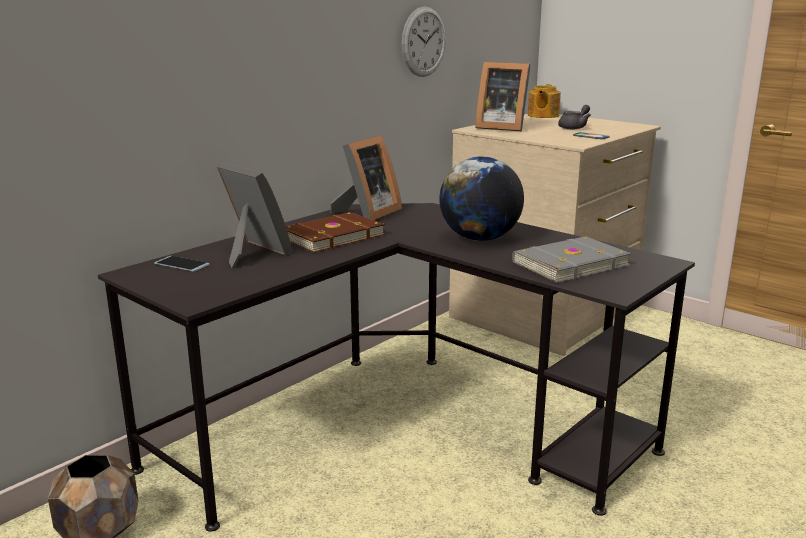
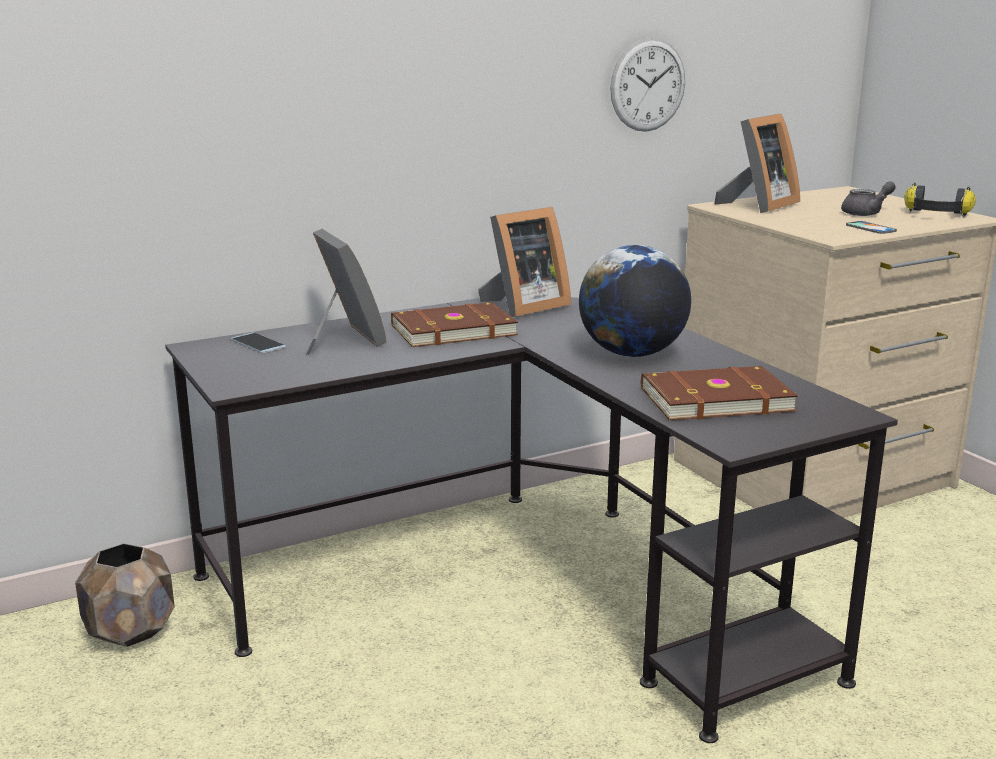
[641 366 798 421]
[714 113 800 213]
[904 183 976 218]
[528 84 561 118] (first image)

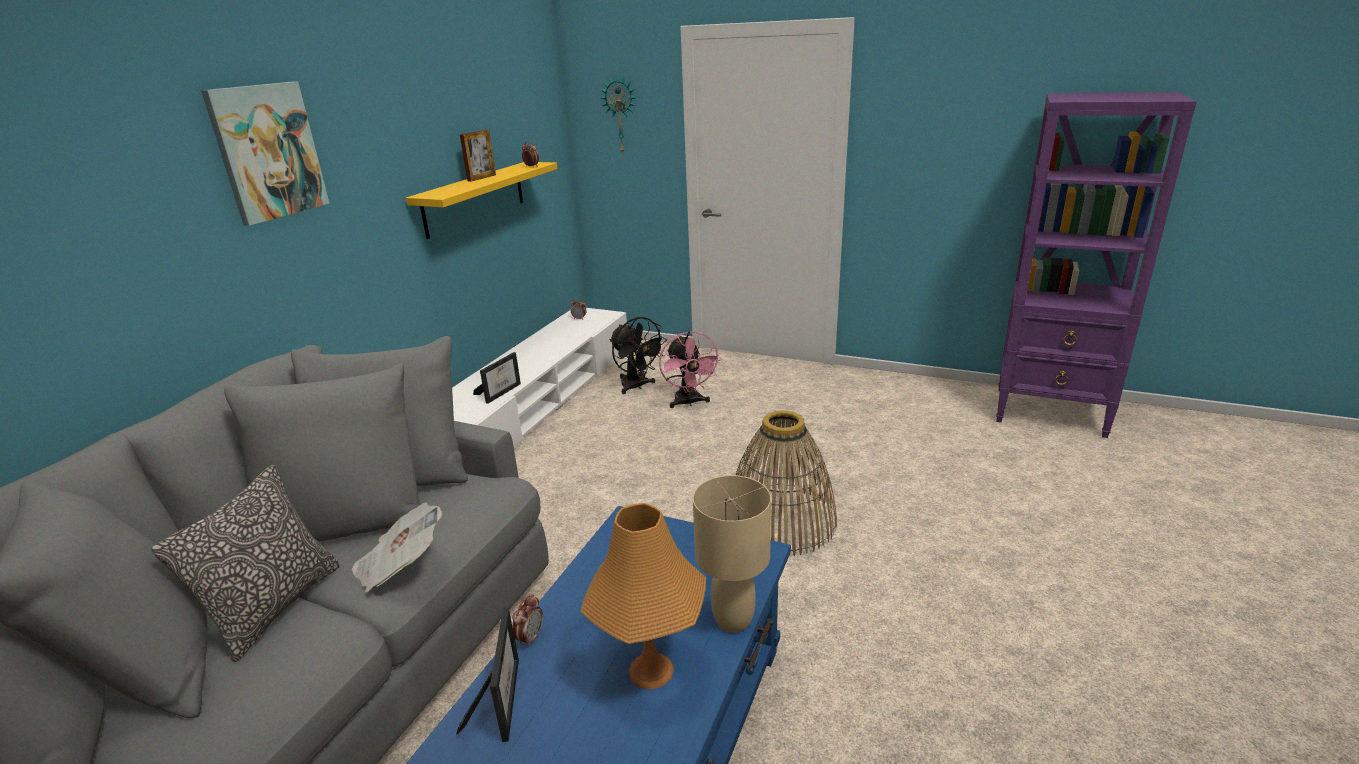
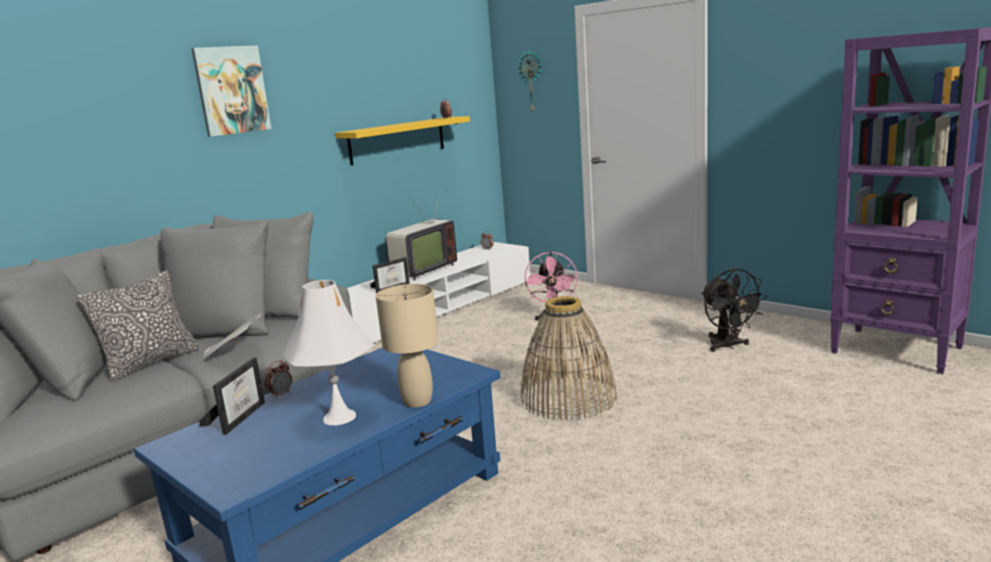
[283 280 375 425]
[385 188 457 281]
[701 269 767 352]
[460 130 496 182] (first image)

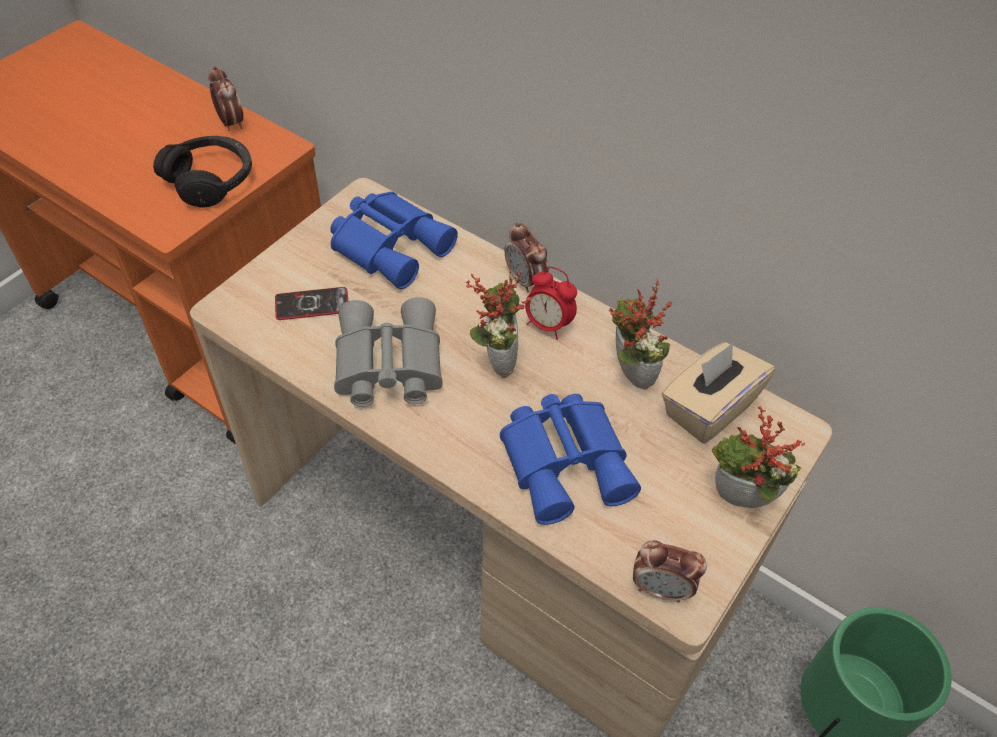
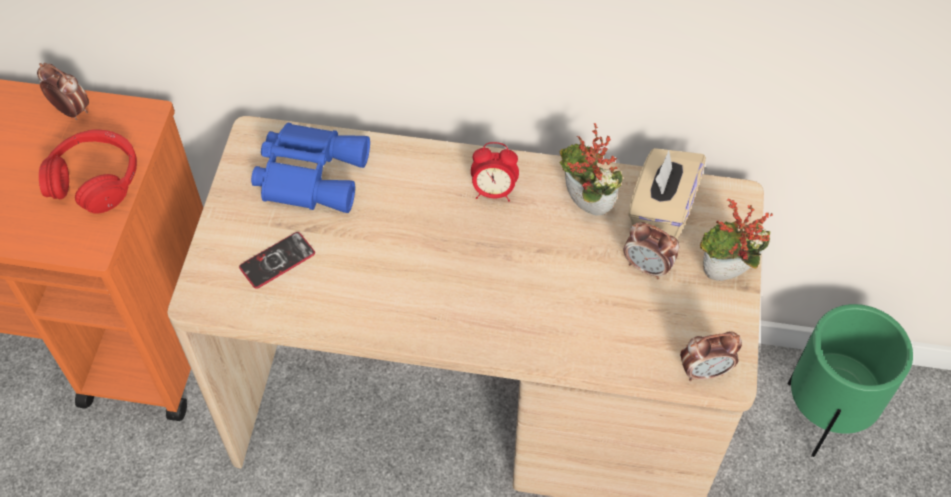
[39 130 137 214]
[624 222 679 279]
[334 297 443 407] (first image)
[466 270 532 378] (first image)
[500 394 641 525] (first image)

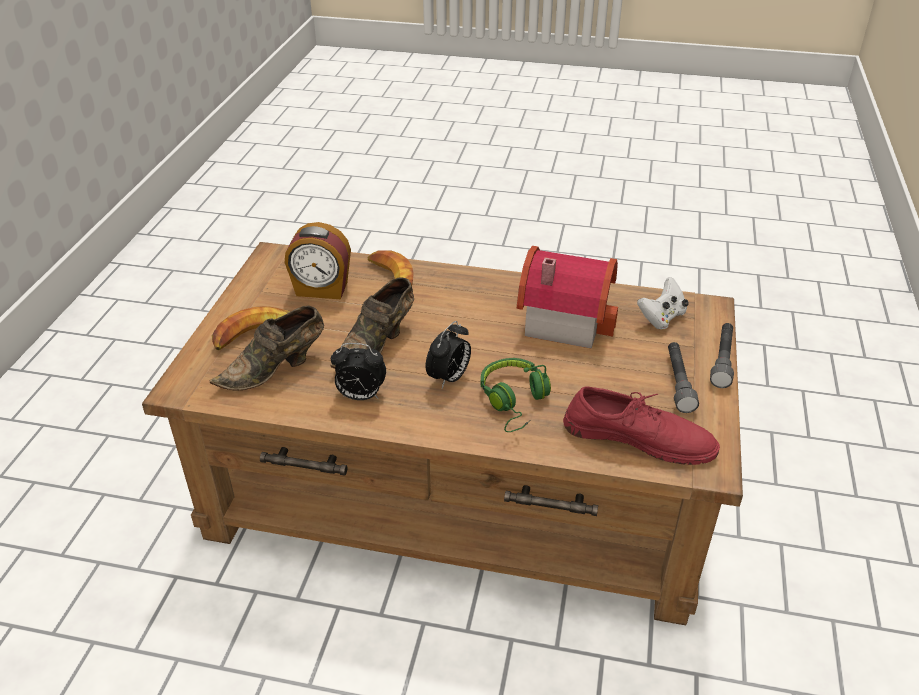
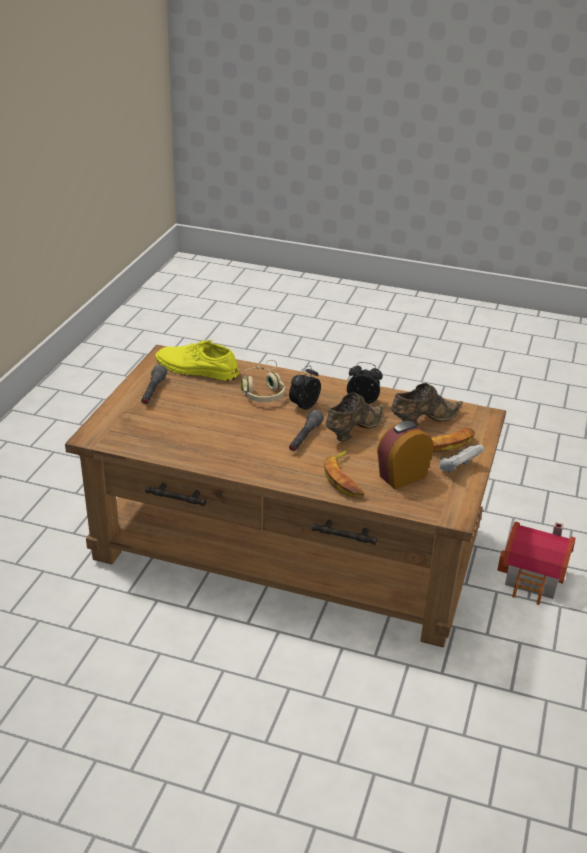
[156 340 239 381]
[241 360 285 402]
[289 410 324 451]
[377 421 433 489]
[439 445 484 473]
[497 521 575 605]

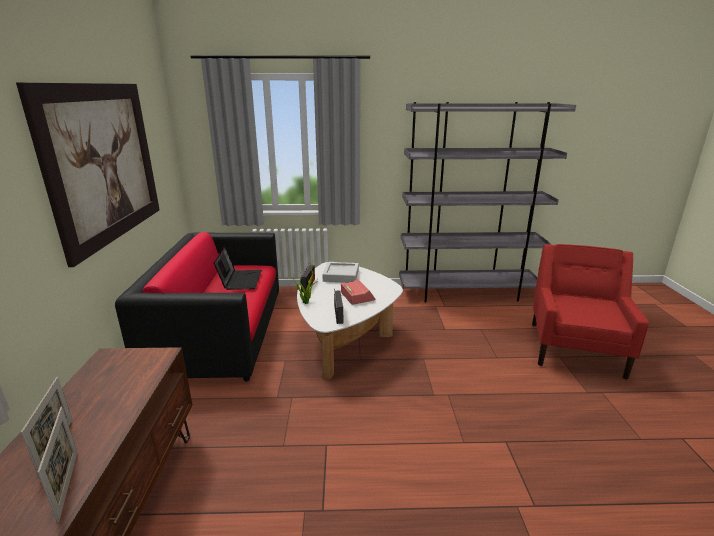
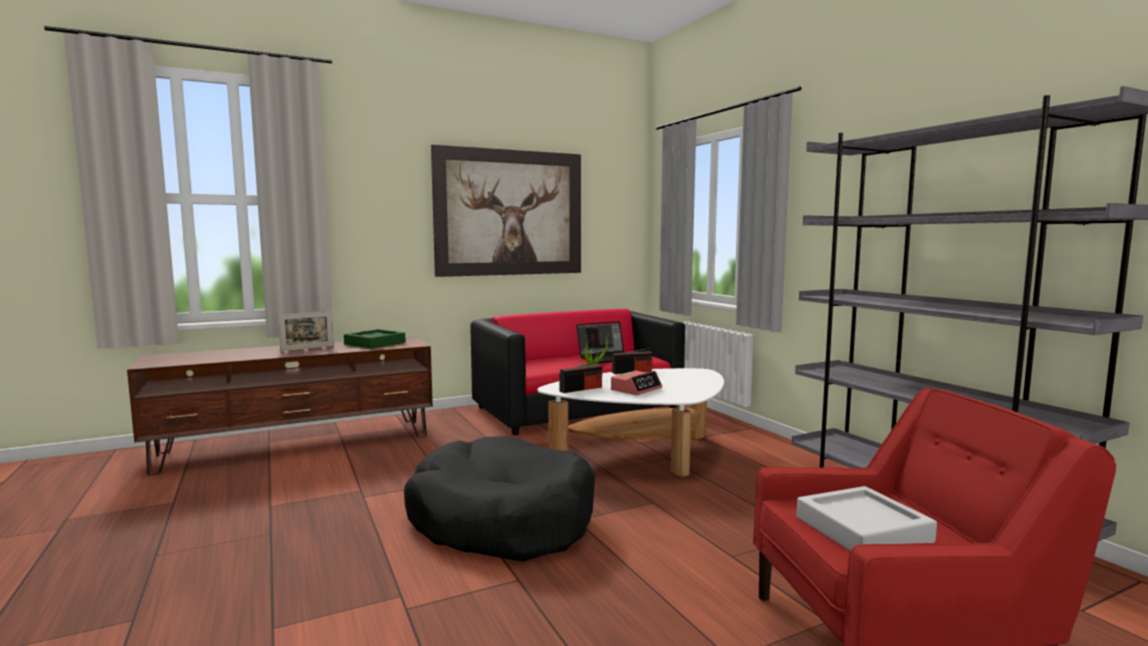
[344 329 406 349]
[404 436 595 561]
[796 486 937 551]
[37 407 78 522] (first image)

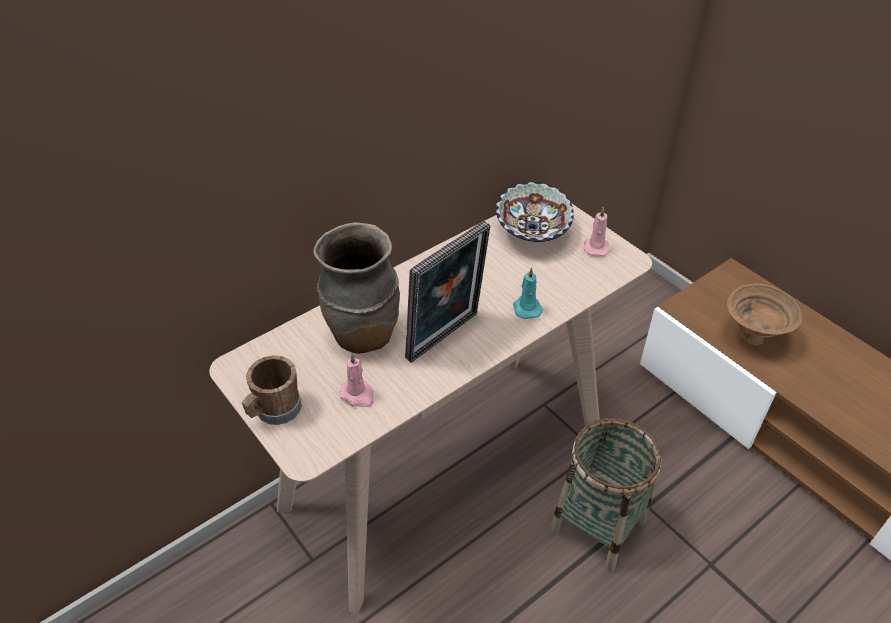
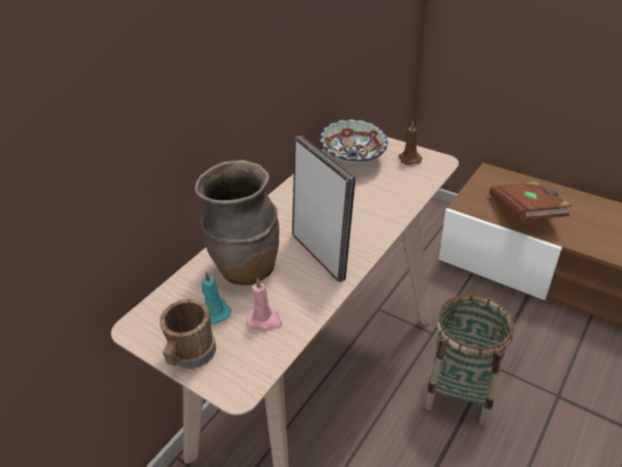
[201 271 232 324]
[292 135 356 282]
[399 121 422 165]
[490 181 571 220]

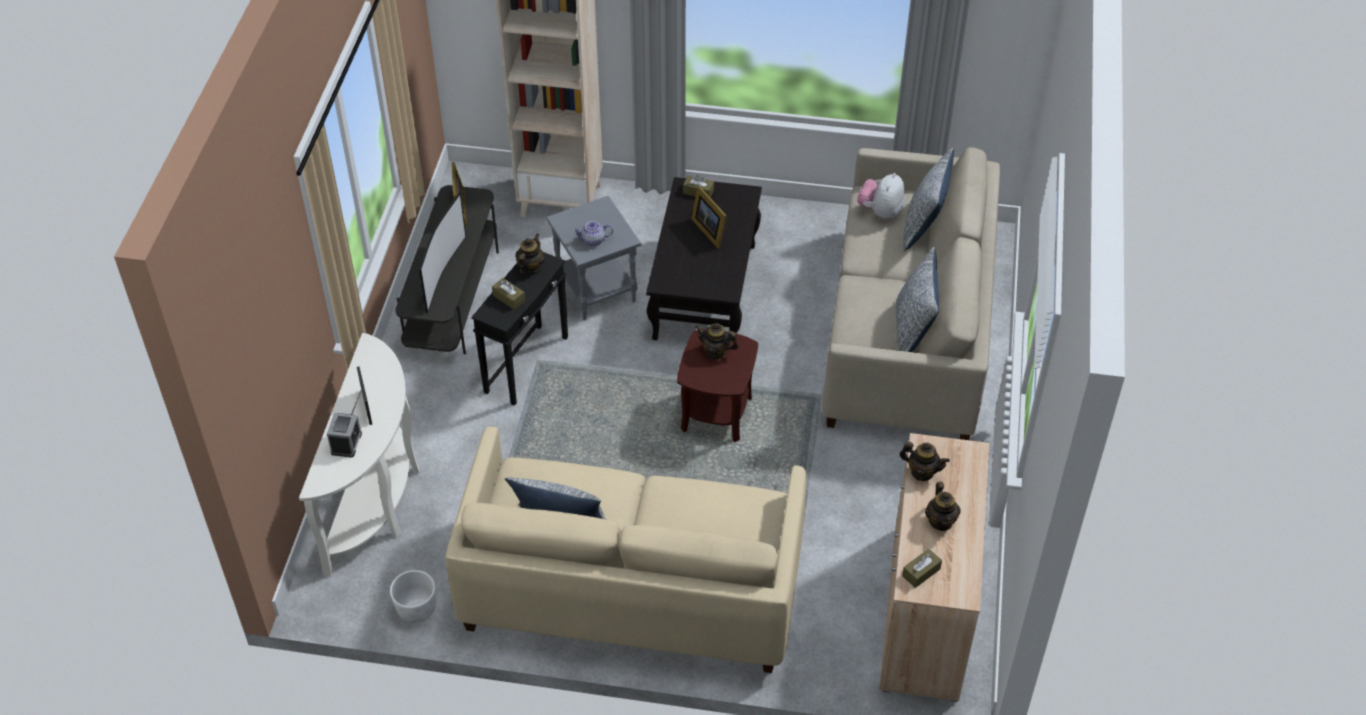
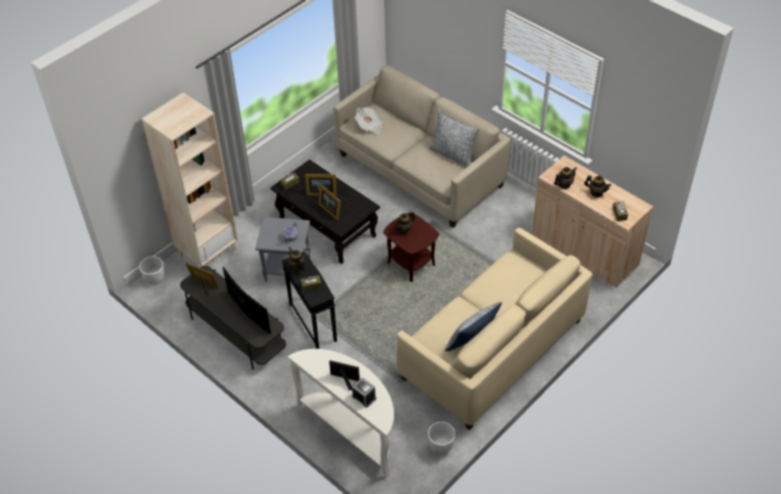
[139 256 165 284]
[319 184 341 221]
[355 107 383 134]
[903 148 954 251] (first image)

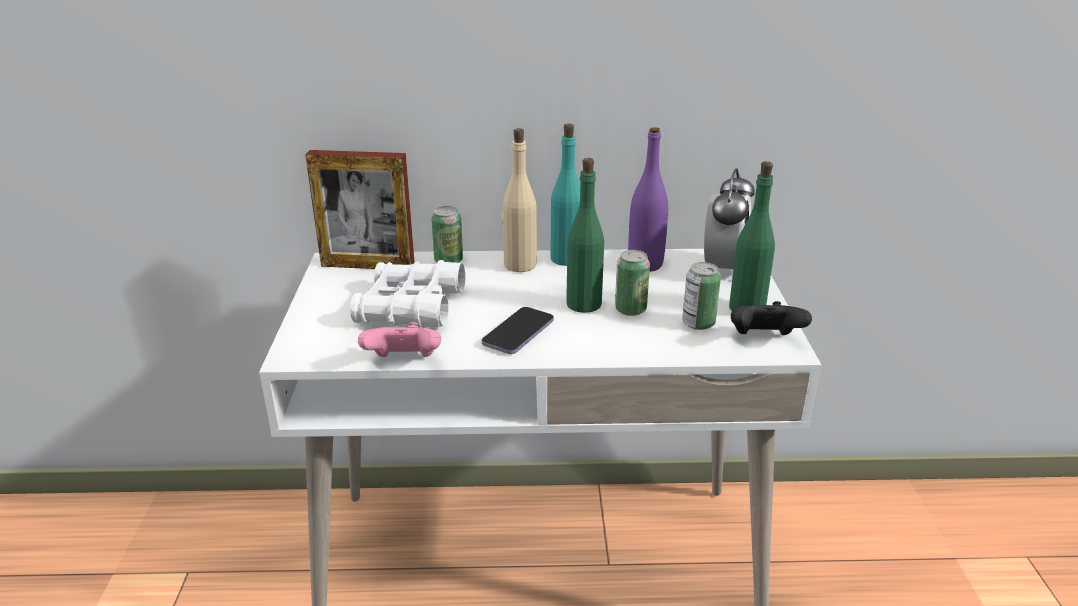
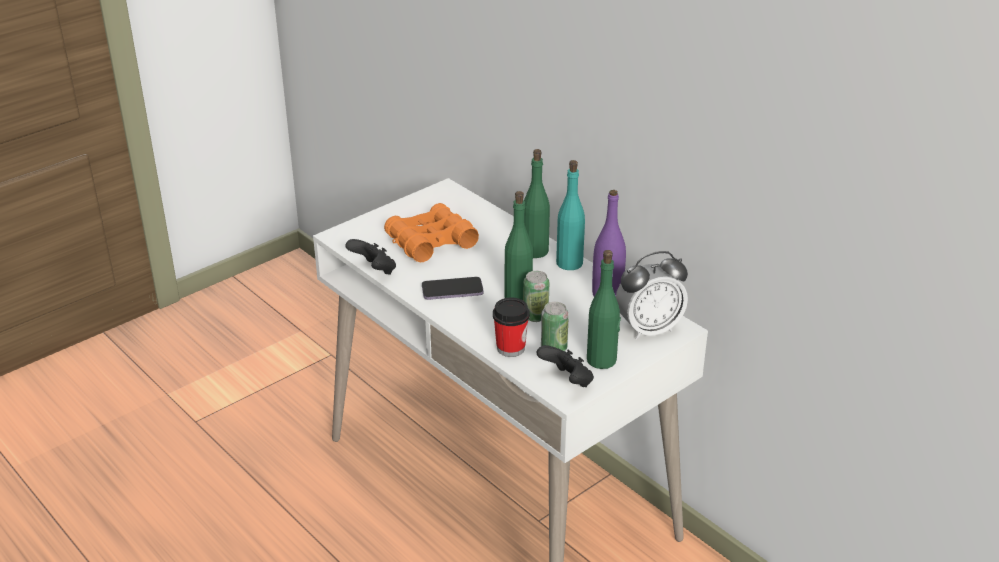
[345 239 396 275]
[384 203 479 262]
[493 297 530 357]
[524 149 550 258]
[305 150 415 269] (first image)
[431 206 463 263] (first image)

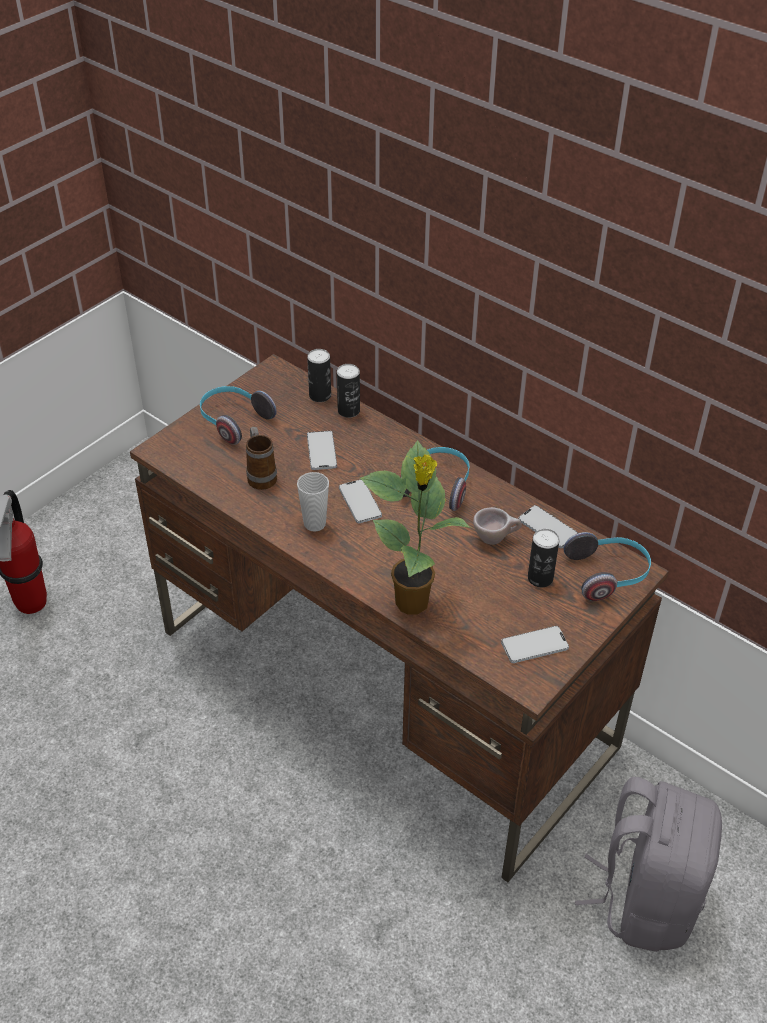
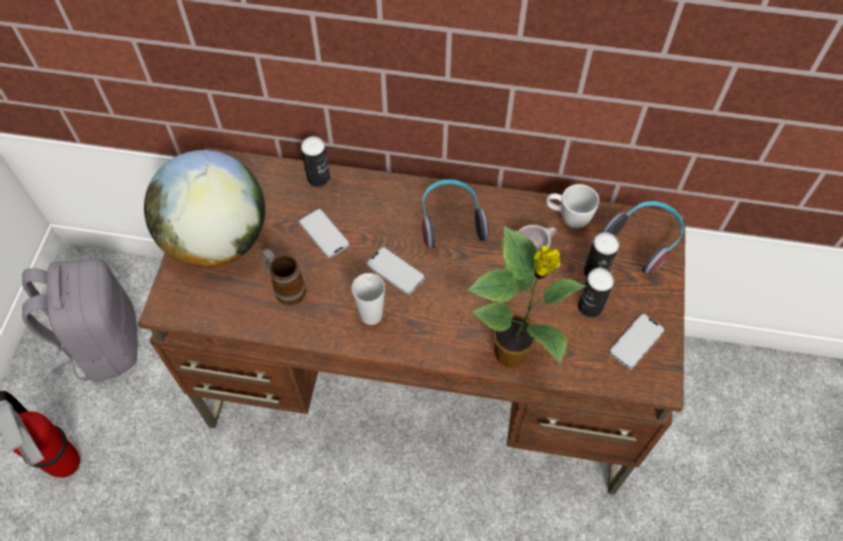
[22 258 138 382]
[144 150 265 268]
[546 184 599 228]
[578 268 614 318]

